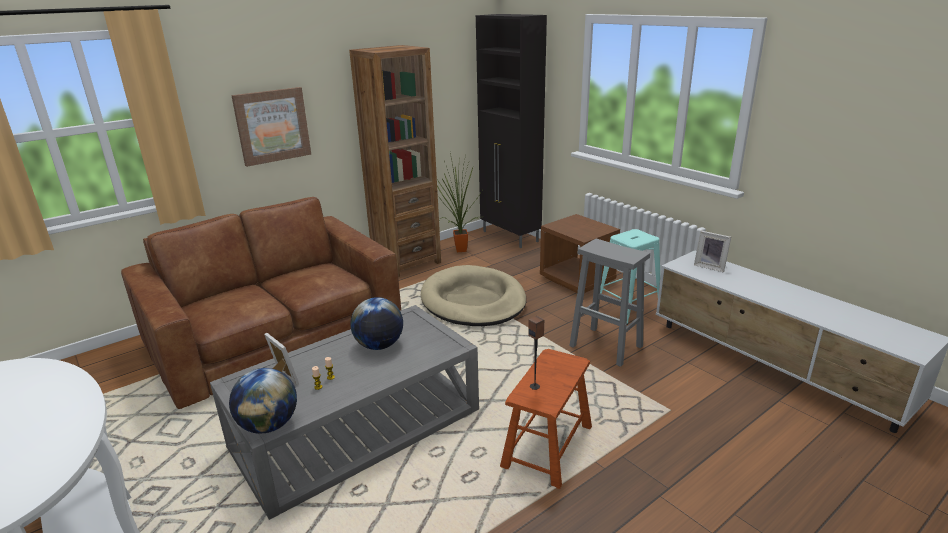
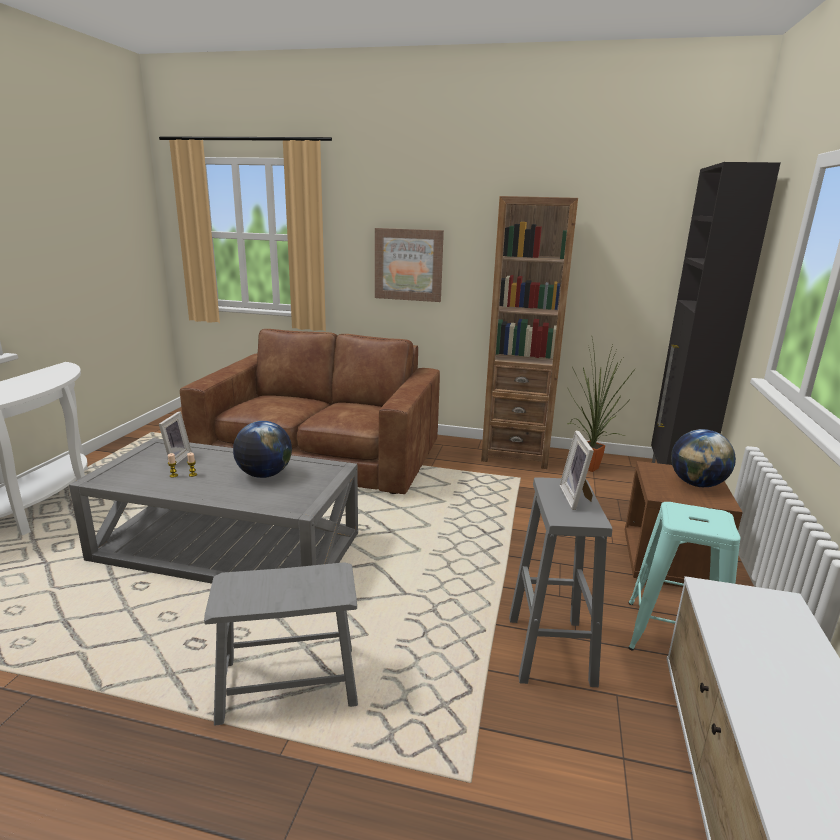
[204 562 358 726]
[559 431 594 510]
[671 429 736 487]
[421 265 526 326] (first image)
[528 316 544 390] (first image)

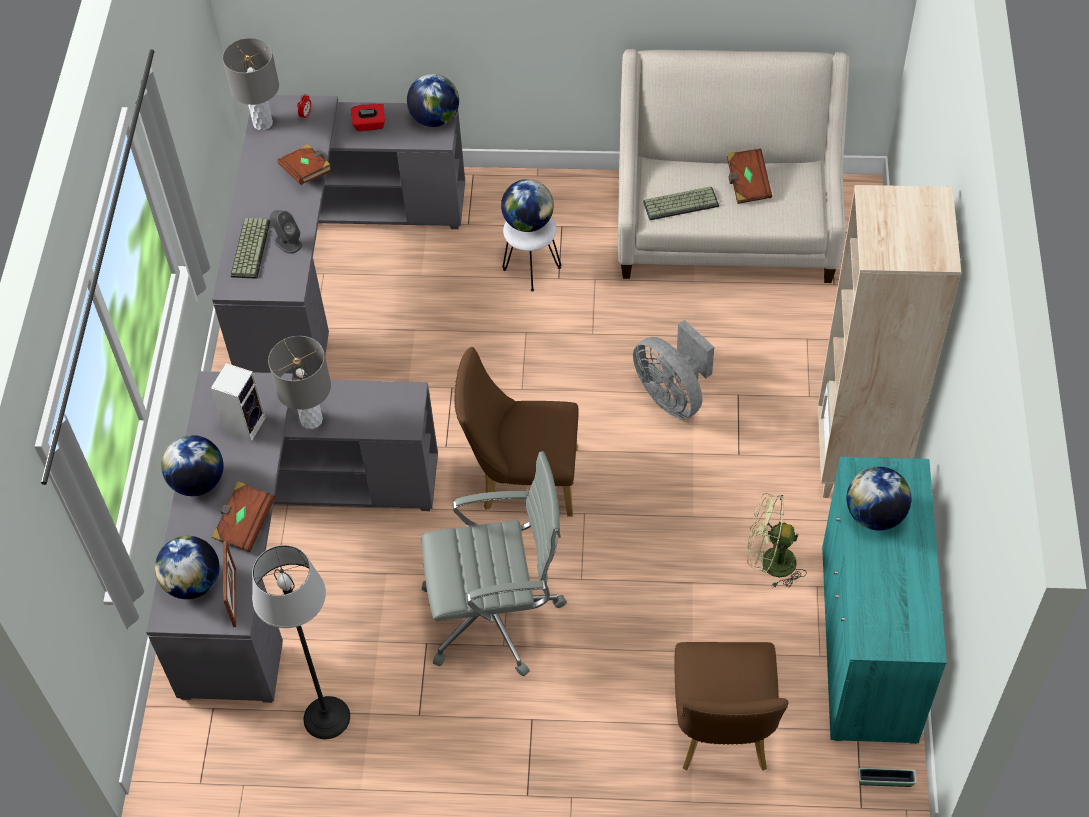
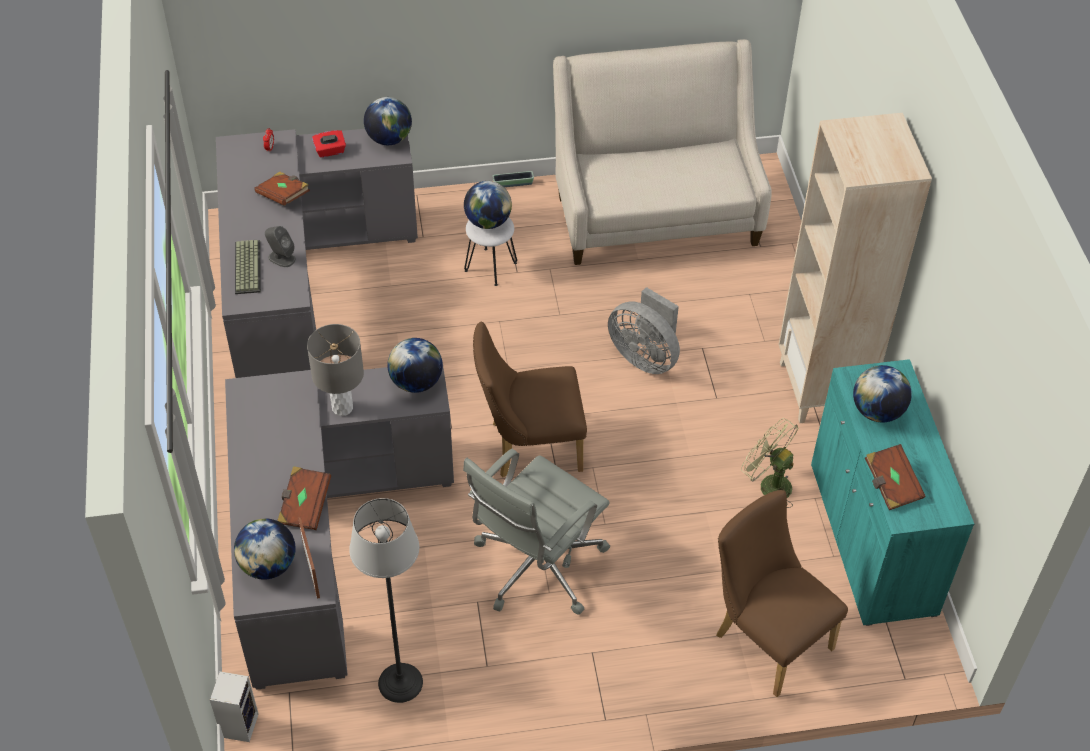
[210 671 259 742]
[387 338 443 393]
[463 449 610 615]
[493 171 534 187]
[716 490 848 697]
[741 418 798 508]
[865 444 926 510]
[222 38 279 130] (first image)
[643 186 719 220] (first image)

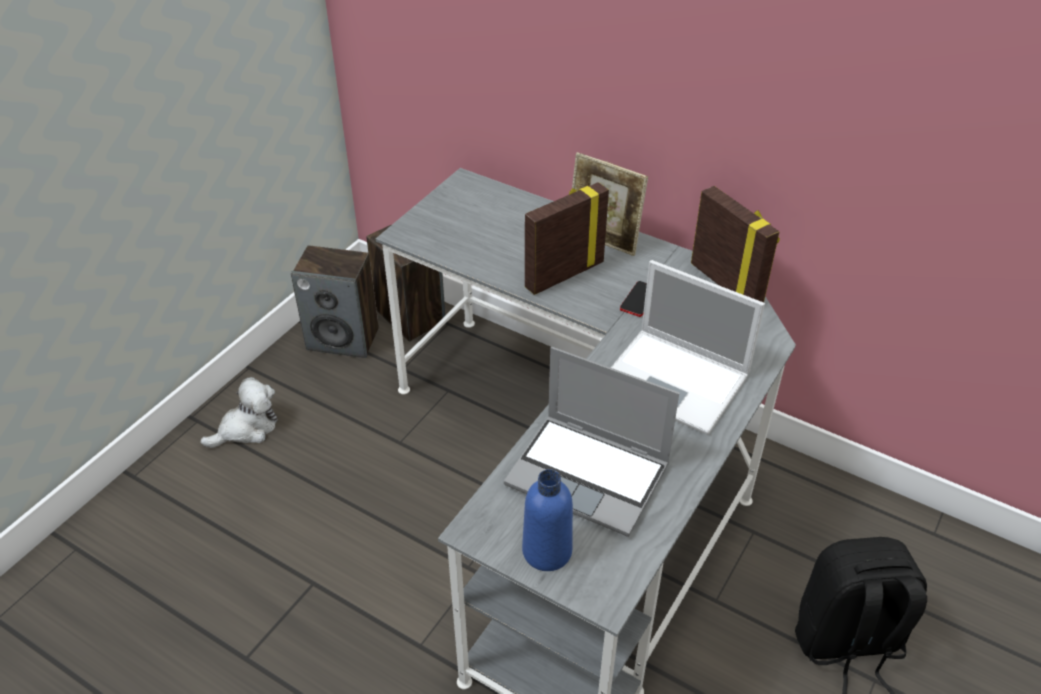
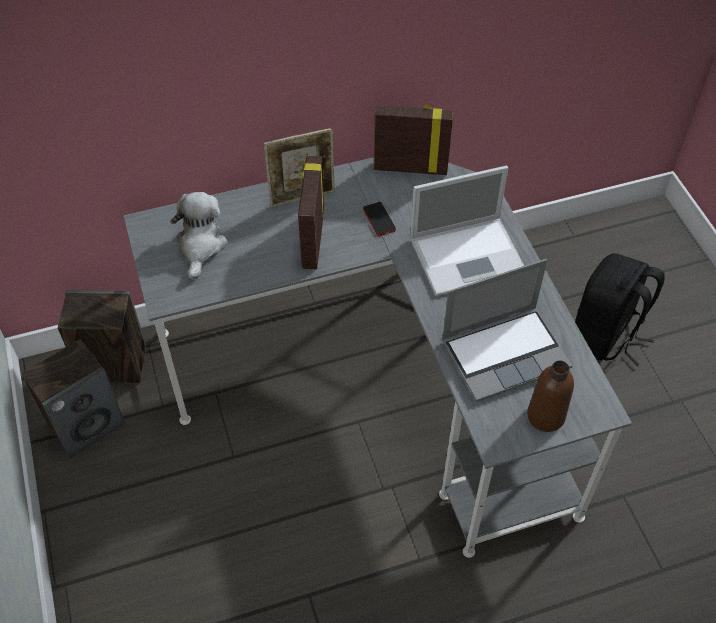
[170 192 228 280]
[527 361 574 432]

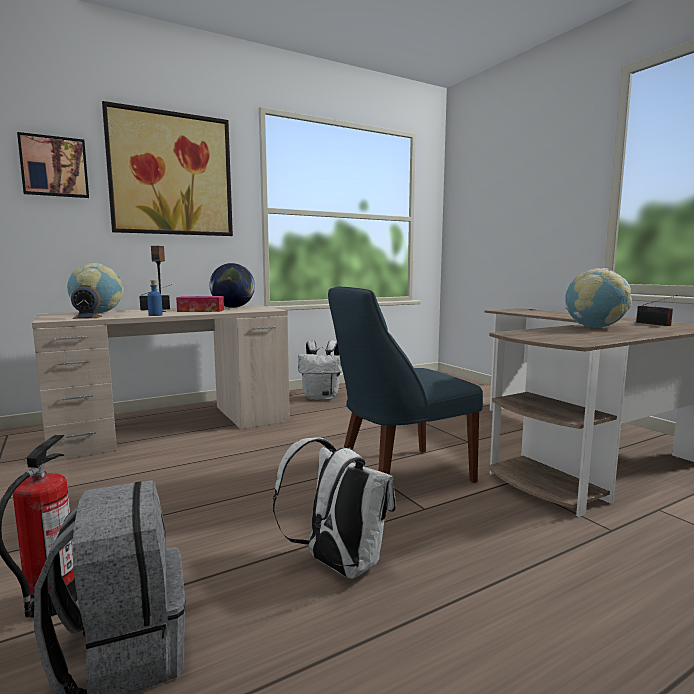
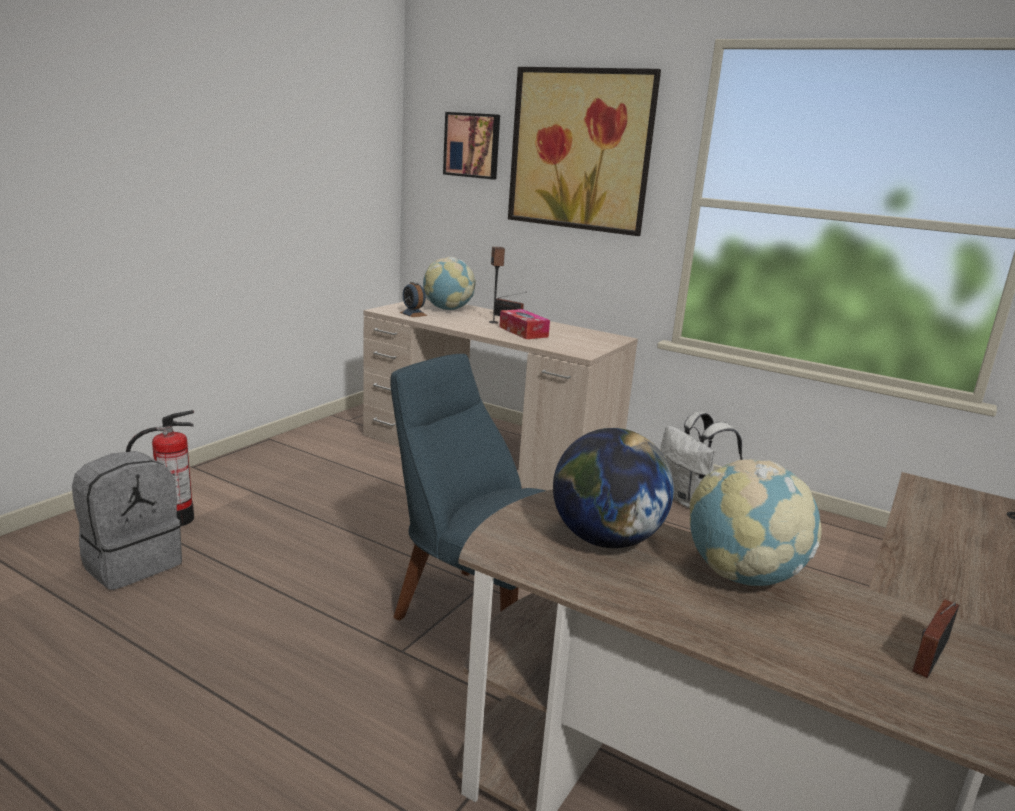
[553 428 674 548]
[147 280 163 316] (first image)
[273 438 396 579] (first image)

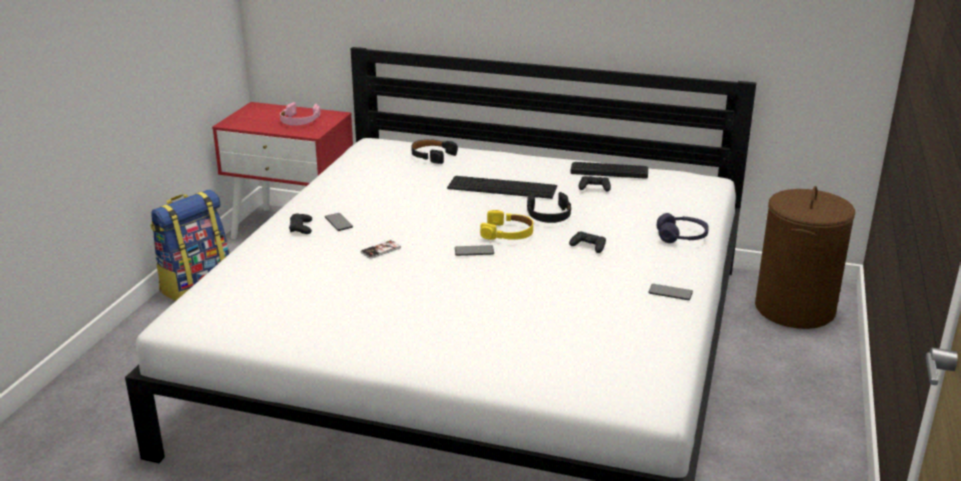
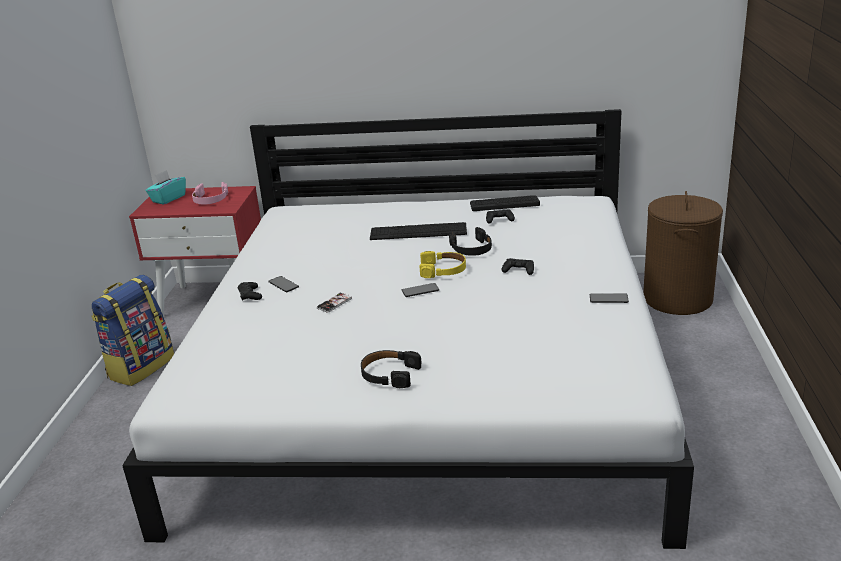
[146 170 186 205]
[361 350 422 389]
[657 213 709 243] (first image)

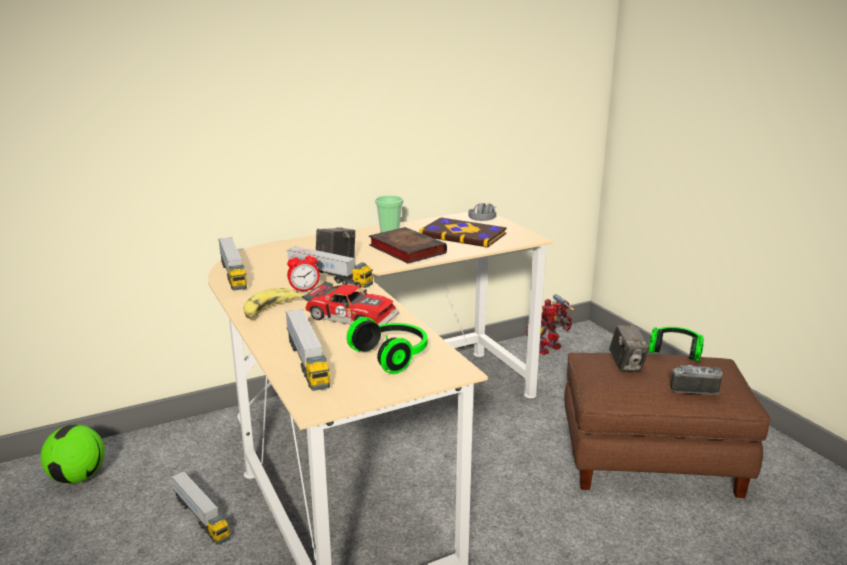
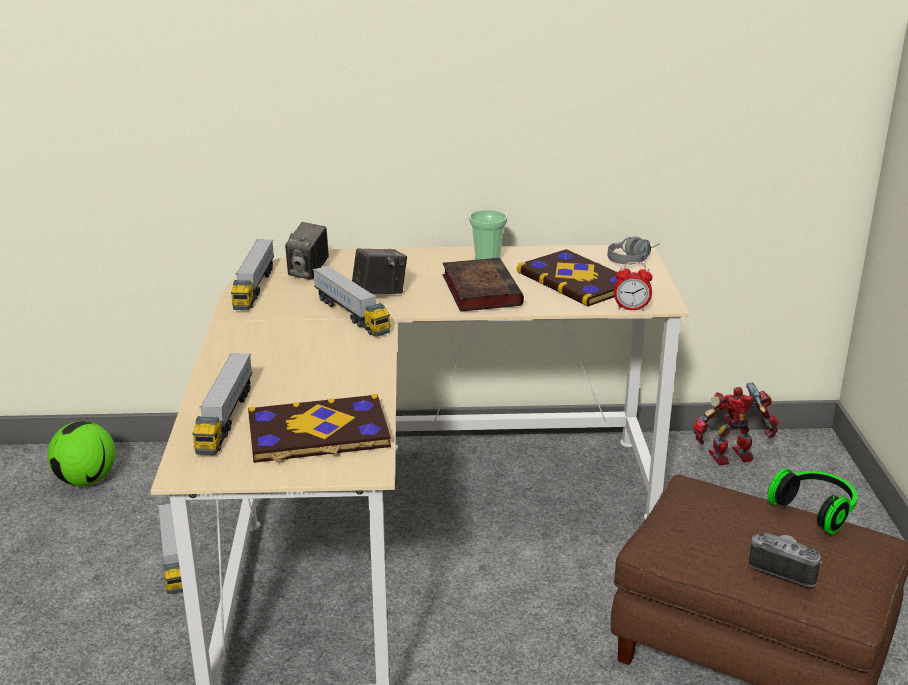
[248 394 391 463]
[285 222 329 280]
[614 262 653 311]
[243 288 305 319] (first image)
[302 281 399 325] (first image)

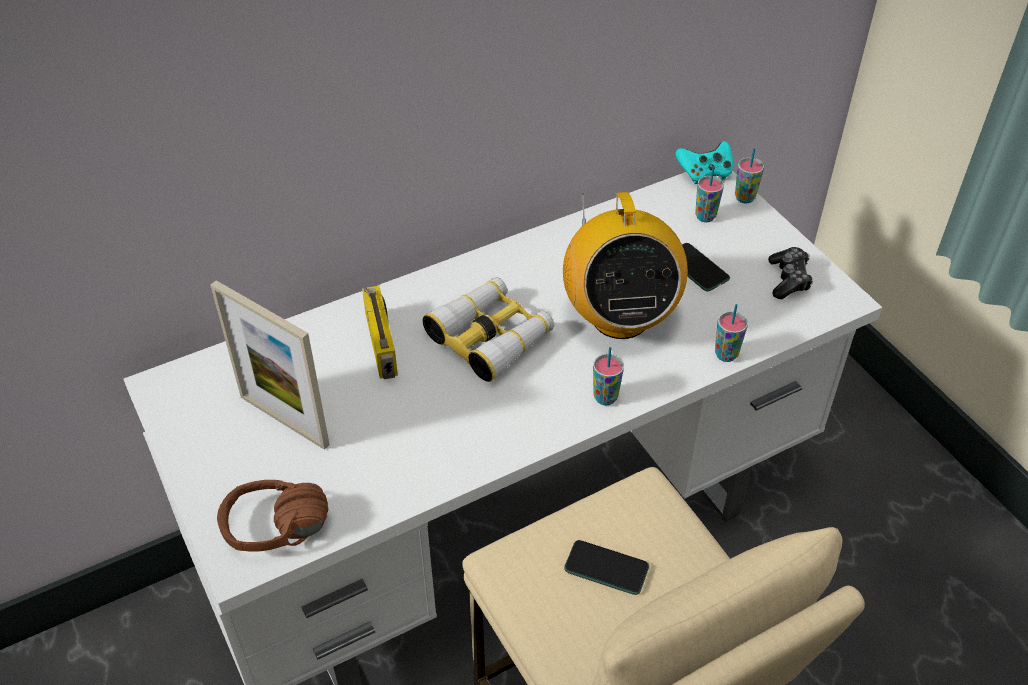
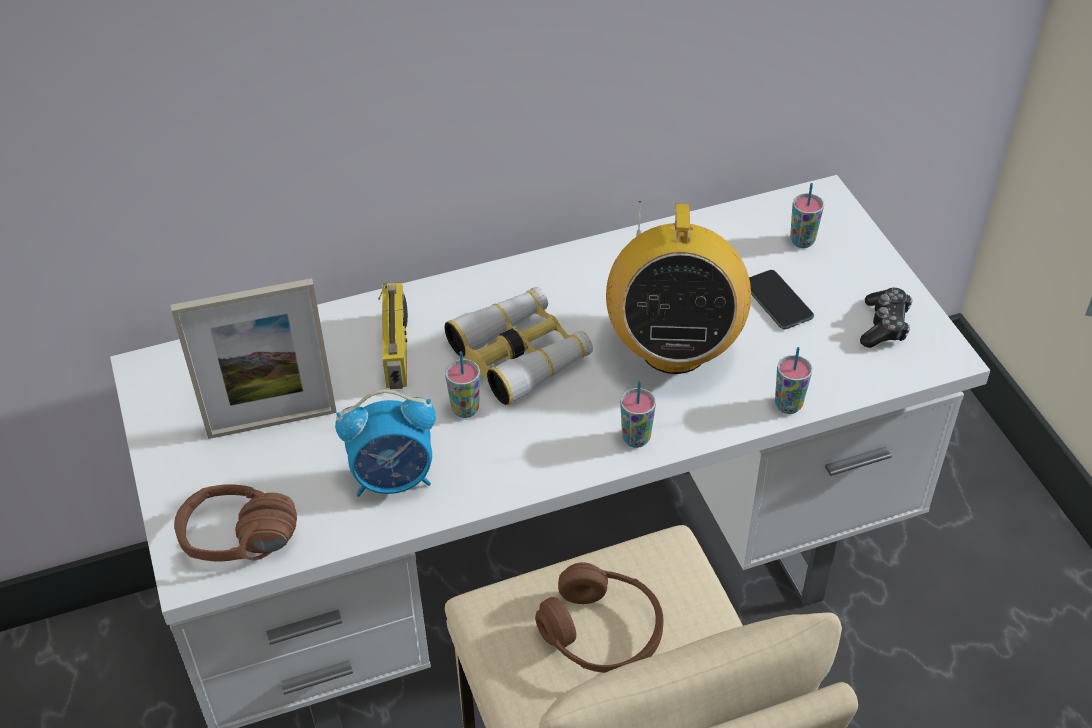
[171 278 337 439]
[335 390 436 497]
[445 351 480 418]
[535 562 664 673]
[676 141 733 184] (first image)

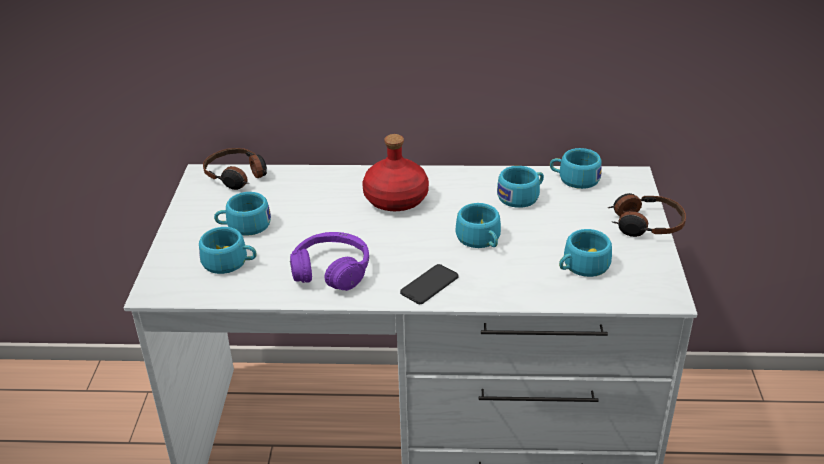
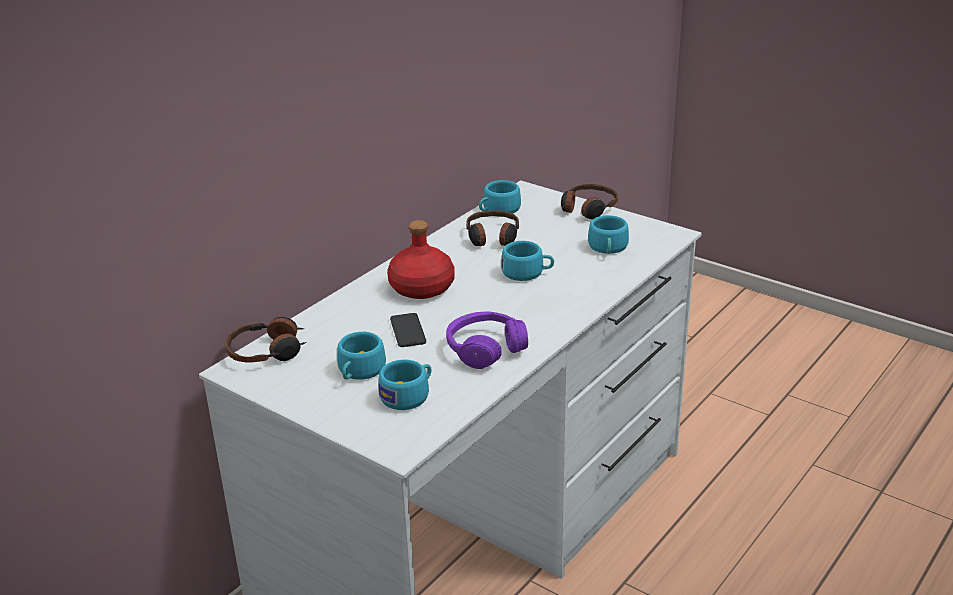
[390 313 426 347]
[466 210 519 246]

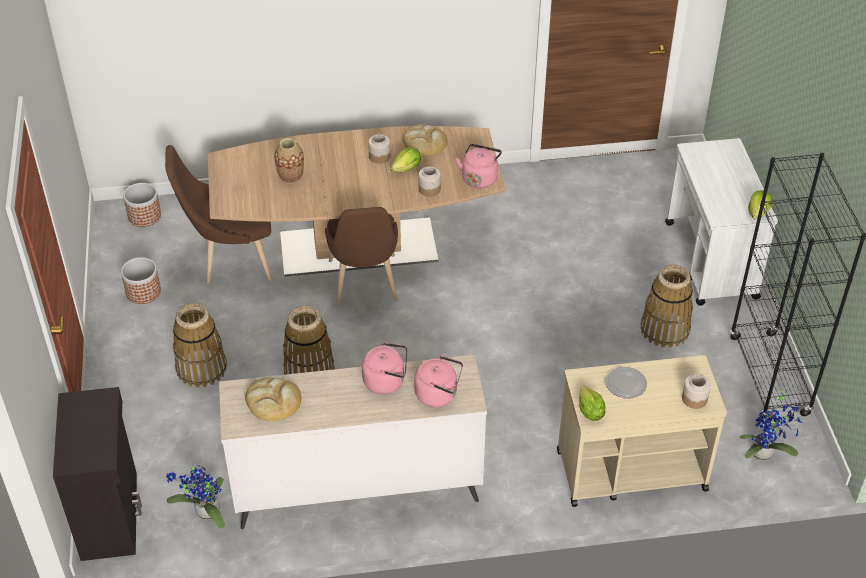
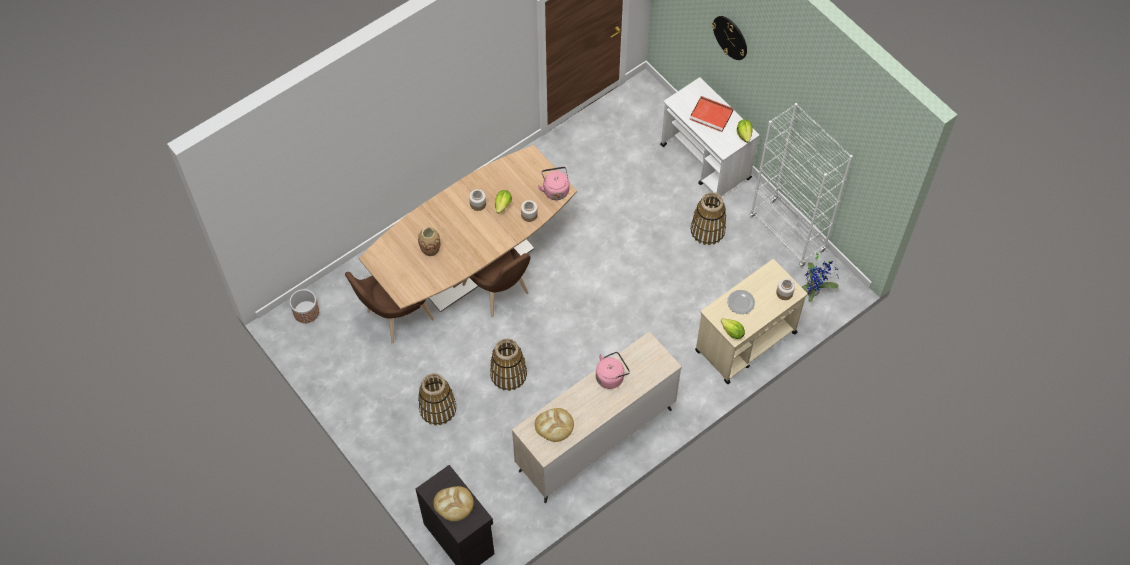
[434 486 474 521]
[689 96 734 132]
[712 16 747 60]
[750 103 853 267]
[121 257 161 304] (first image)
[166 463 225 529] (first image)
[414 355 463 407] (first image)

